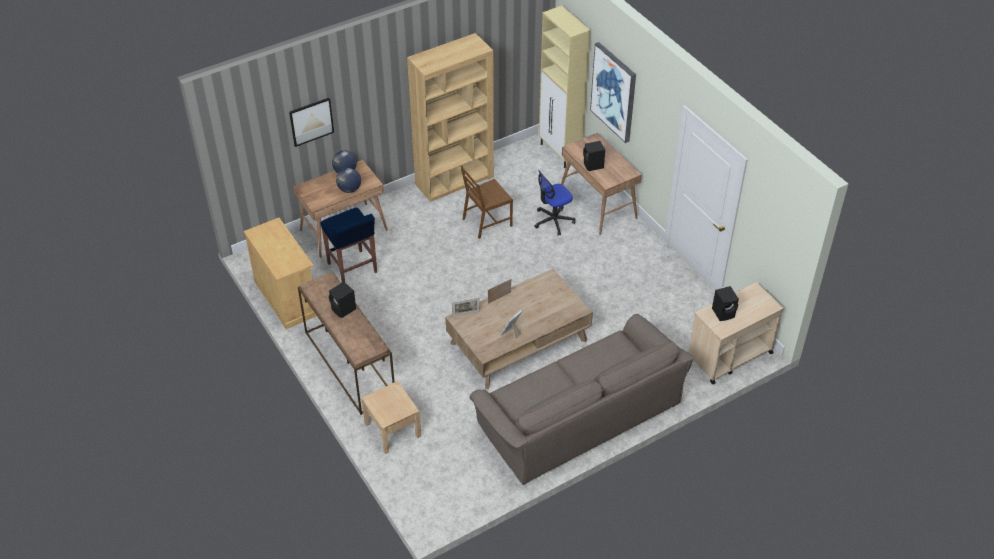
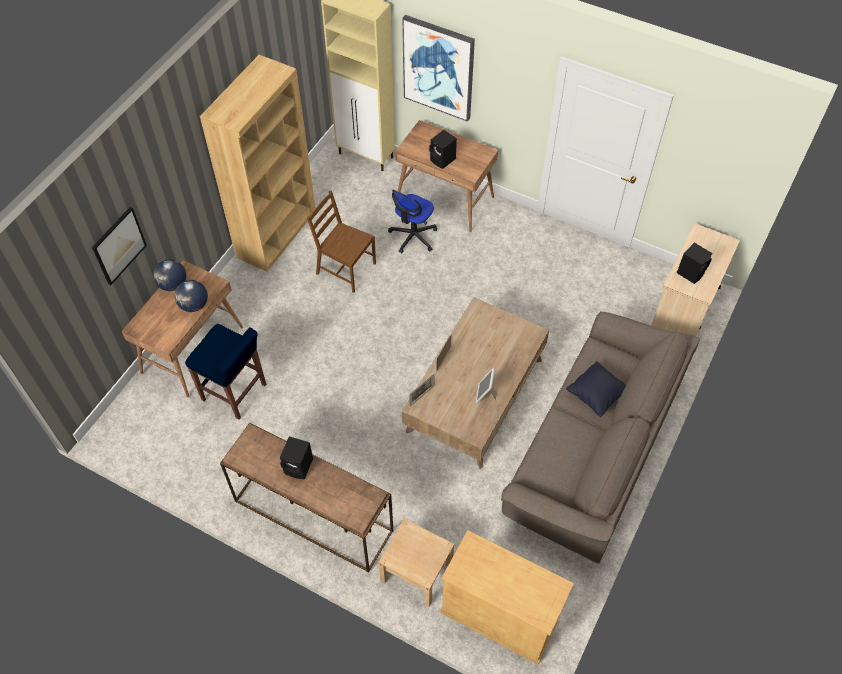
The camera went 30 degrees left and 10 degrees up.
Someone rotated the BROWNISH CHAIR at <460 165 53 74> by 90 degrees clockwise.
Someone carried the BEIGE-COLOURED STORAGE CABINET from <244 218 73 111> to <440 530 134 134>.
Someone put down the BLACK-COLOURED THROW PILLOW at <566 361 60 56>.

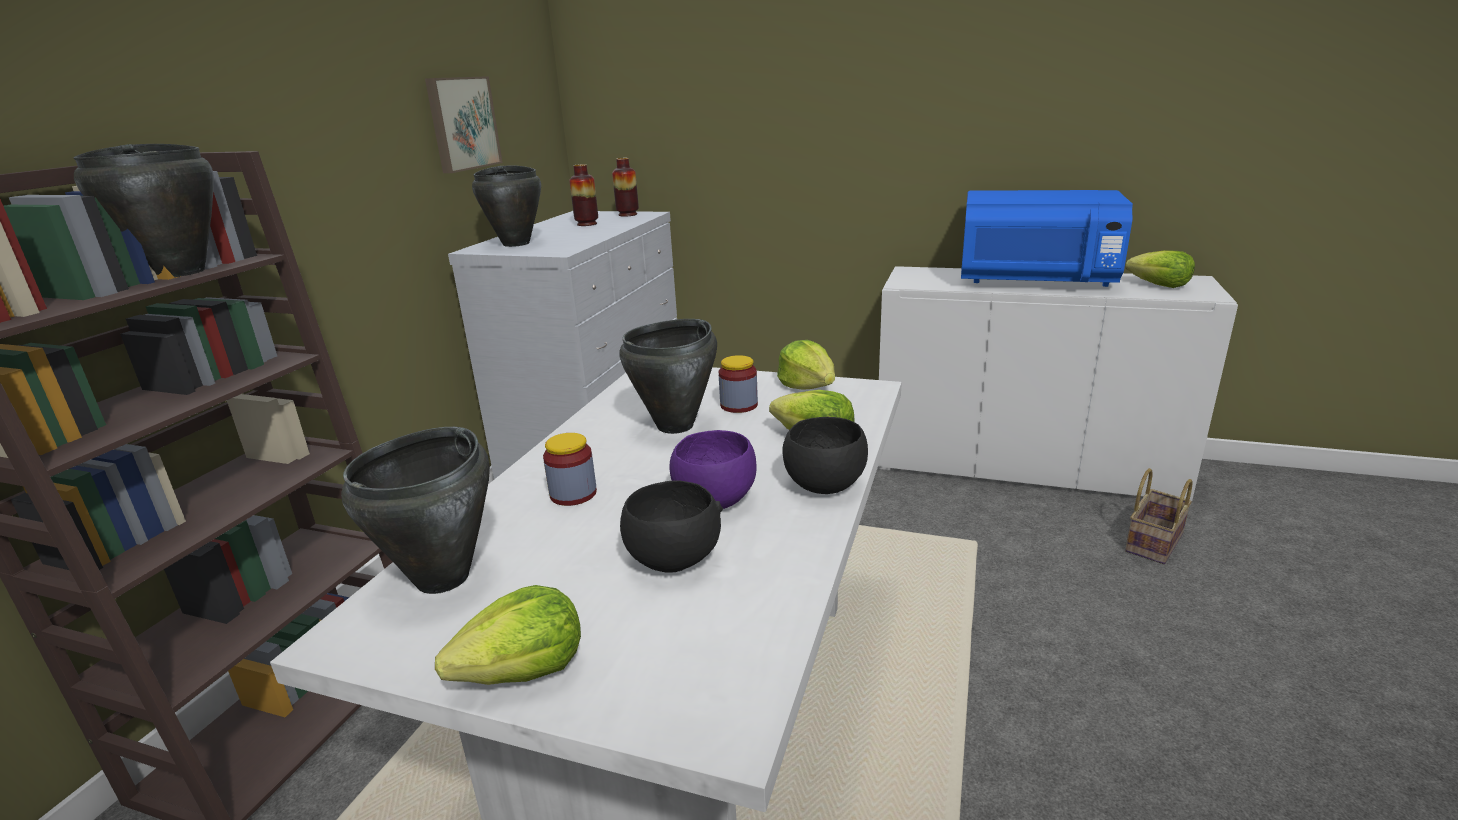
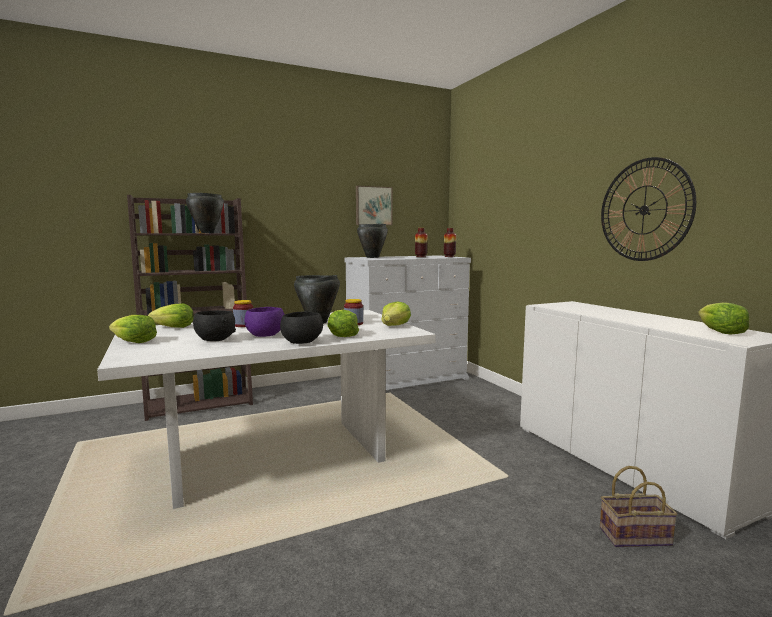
The camera went 45 degrees right and 15 degrees down.
Someone swapped the BLACK-COLOURED COOKING POT at <341 427 149 167> for the LETTUCE at <148 304 46 24>.
Someone put up the CLOCK ON THE WALL at <601 157 95 104>.
Someone took away the BLUE-COLOURED MICROWAVE at <961 190 172 97>.

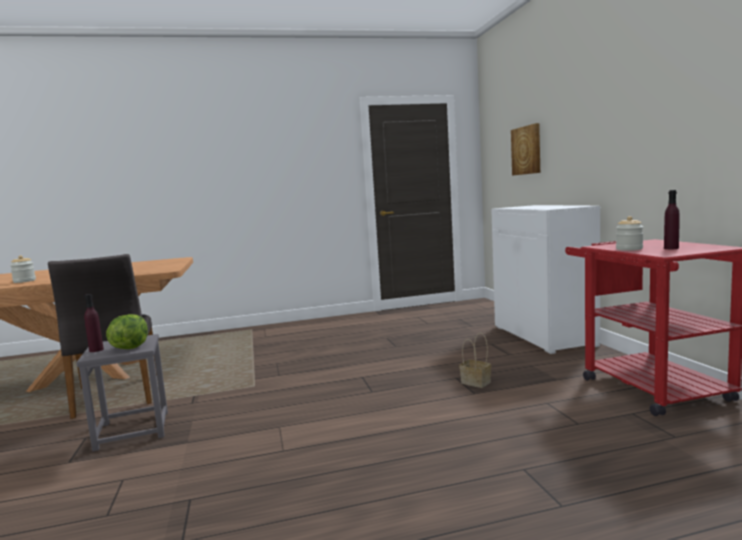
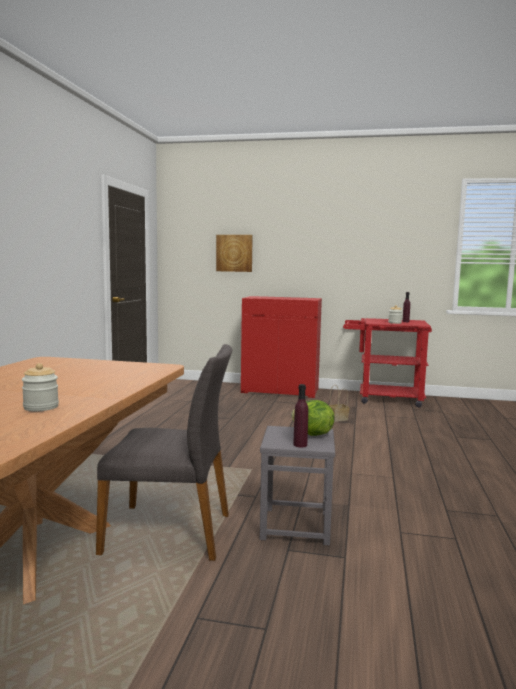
The camera went 65 degrees left and 0 degrees up.
Someone repainted the WHITE-COLOURED STORAGE CABINET at <491 205 109 149>, which became the RED-COLOURED STORAGE CABINET at <241 296 81 102>.

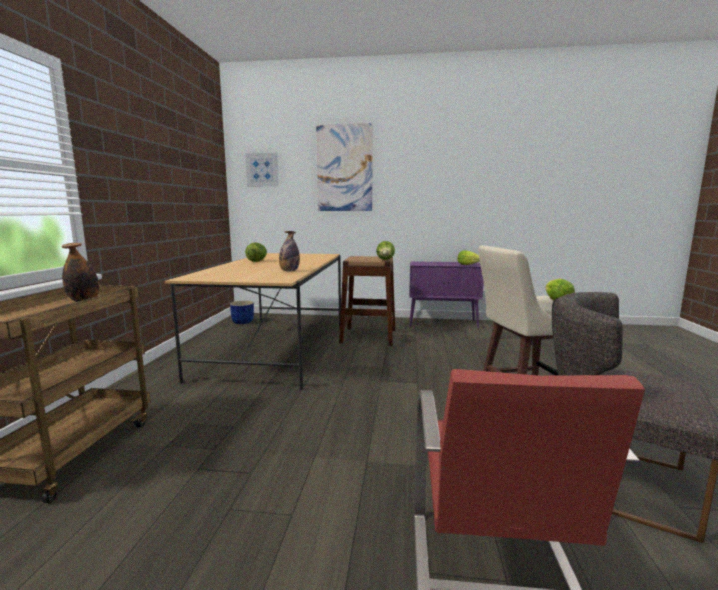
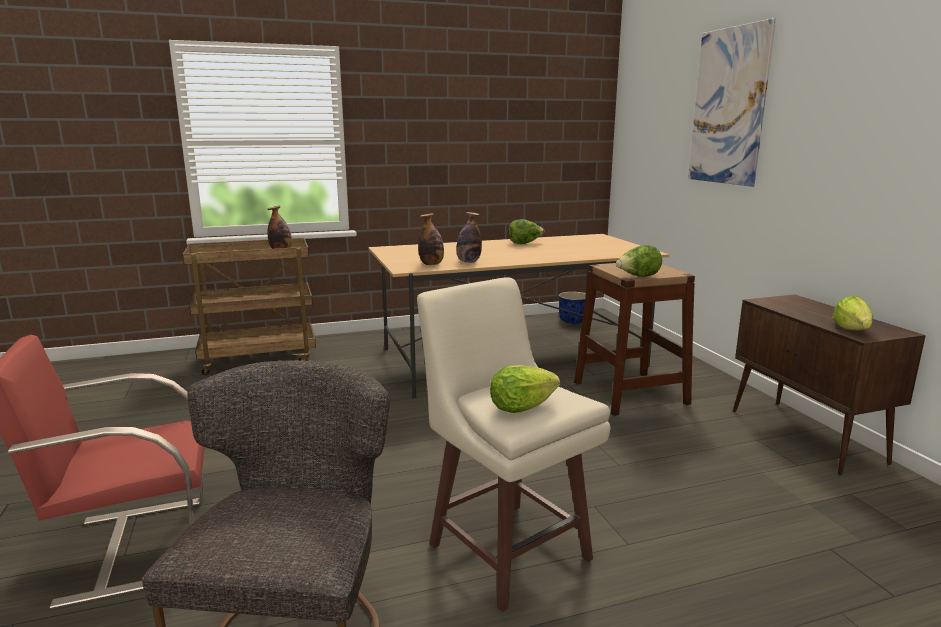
The camera went 65 degrees right and 5 degrees up.
Someone put down the BEVERAGE BOTTLE at <418 213 26 52>.
Someone repainted the PURPLISH STORAGE CABINET at <409 261 75 67>, which became the BROWNISH STORAGE CABINET at <733 295 193 180>.
Someone took away the WALL PICTURE at <245 153 33 33>.

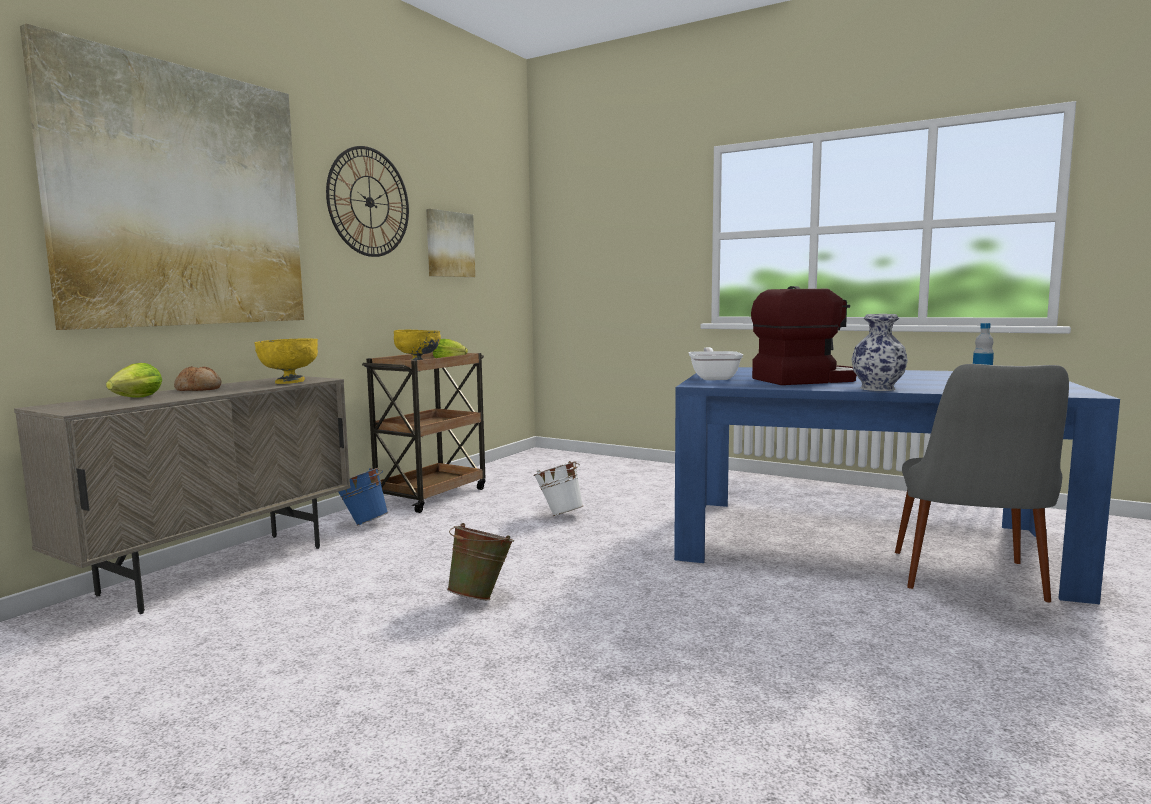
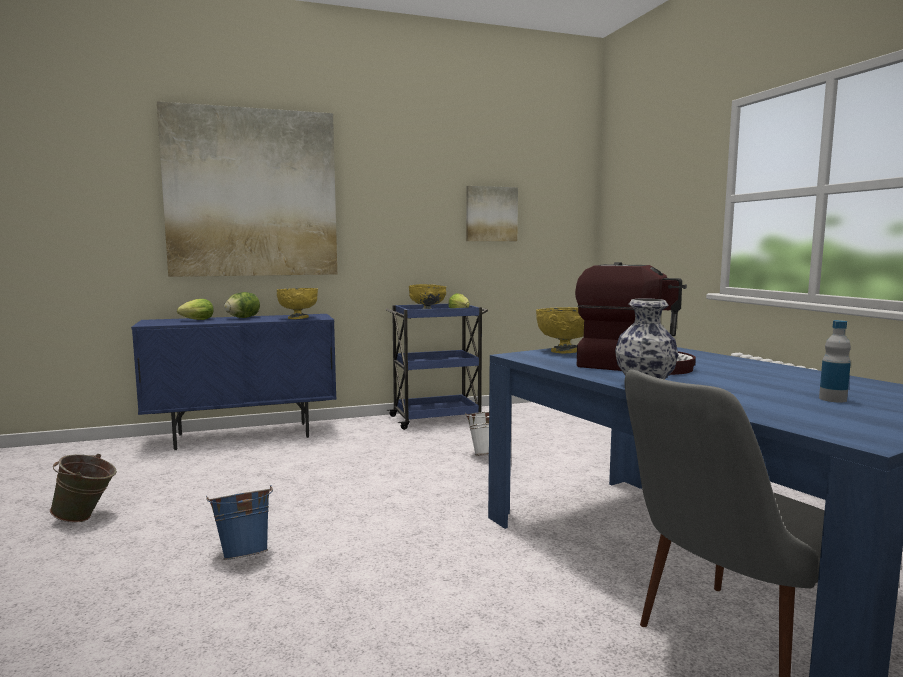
The camera went 40 degrees right and 0 degrees up.
Someone carried the GREEN BUCKET from <447 523 67 77> to <50 454 67 68>.
Someone repainted the BEIGE-COLOURED STORAGE CABINET at <14 376 336 238>, which became the BLUE-COLOURED STORAGE CABINET at <131 314 206 136>.
Someone carried the BLUE-COLOURED BUCKET from <338 468 51 58> to <206 485 67 75>.
Someone swapped the BAKED BREAD at <174 366 47 25> for the LETTUCE at <224 292 36 26>.
Someone repainted the BROWNISH TROLLEY at <362 352 123 161>, which became the BLUE-COLOURED TROLLEY at <386 304 102 126>.
Someone swapped the FRYING PAN at <689 347 54 33> for the YELLOWISH BOWL at <536 307 48 46>.
Someone took away the CLOCK ON THE WALL at <326 146 83 111>.

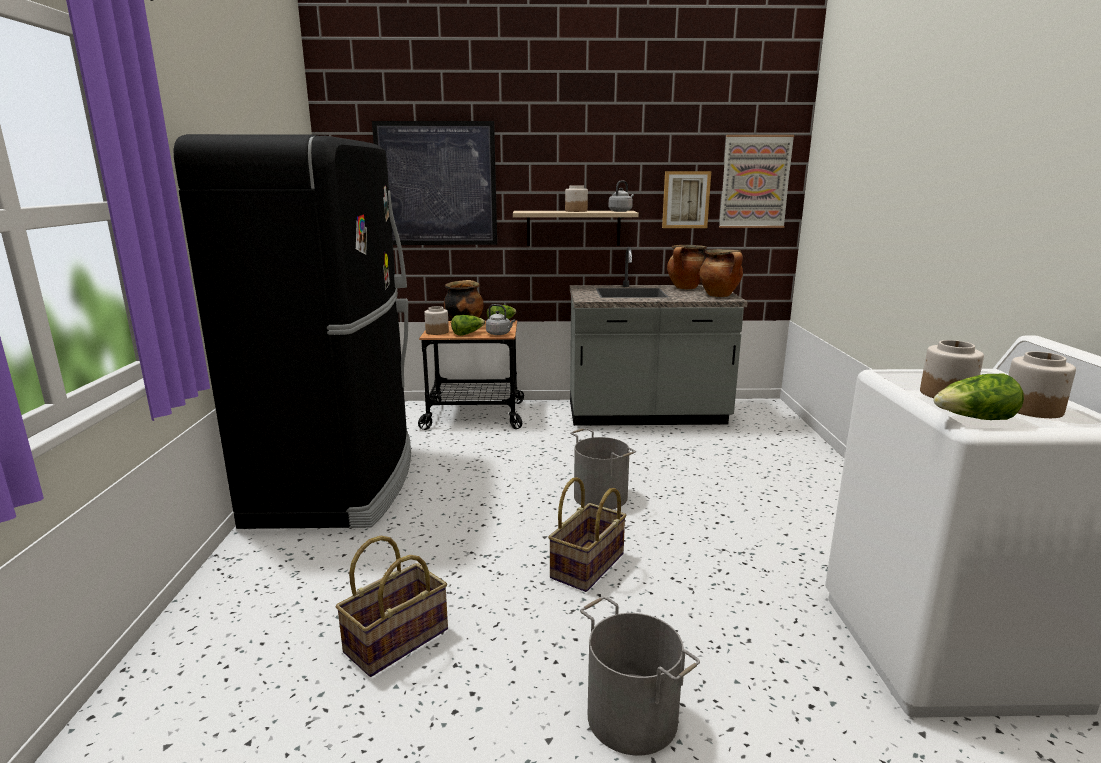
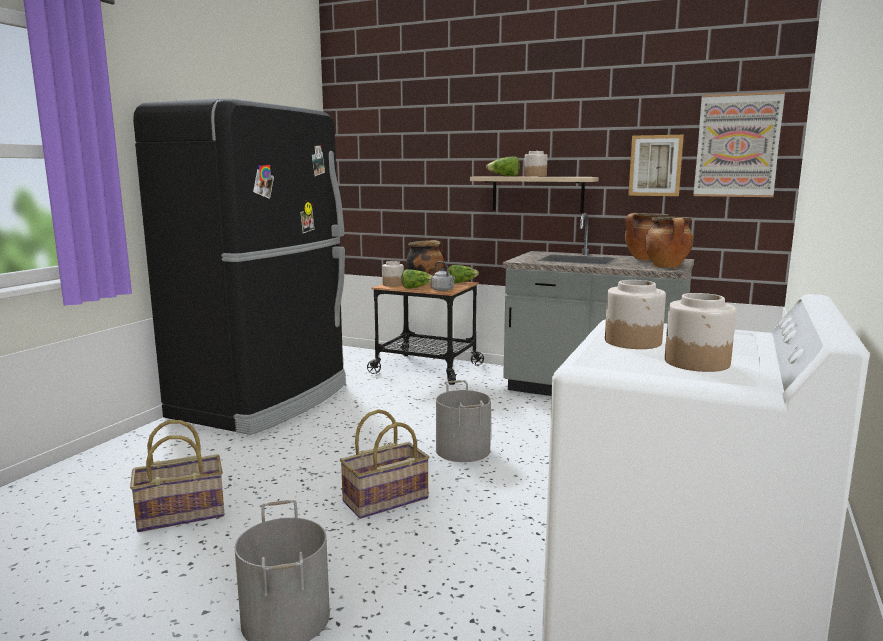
The camera went 25 degrees right and 5 degrees down.
Someone carried the LETTUCE from <934 374 90 46> to <486 157 34 19>.
Someone took away the WALL PICTURE at <372 121 125 124>.
Someone took away the GRAY KETTLE at <609 181 25 31>.

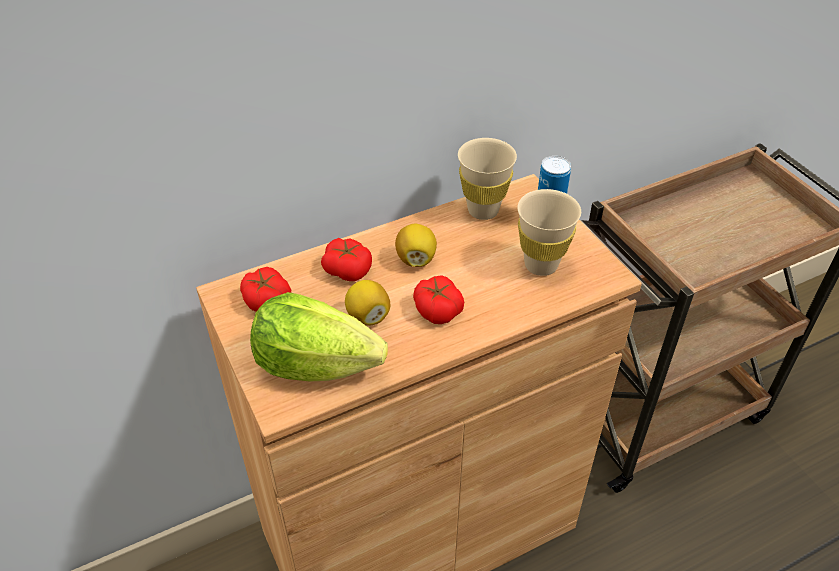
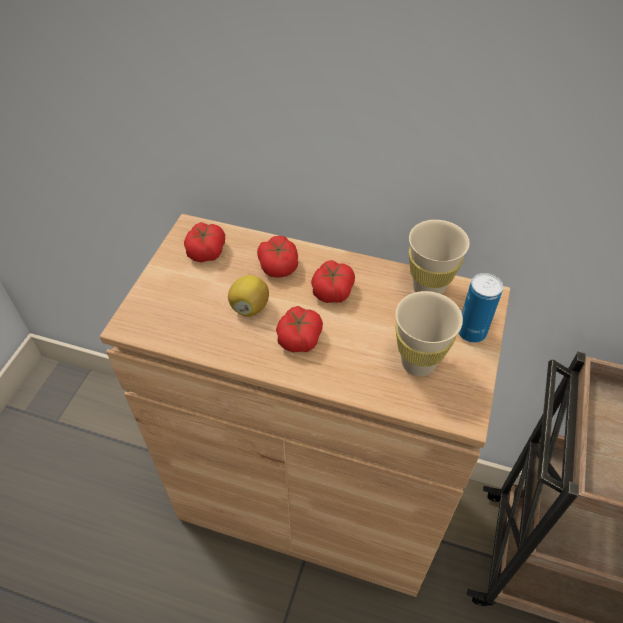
The camera went 45 degrees right and 5 degrees up.
Someone swapped the CITRUS FRUIT at <395 224 42 43> for the FRESH TOMATO at <311 260 44 43>.
Someone took away the LETTUCE at <250 292 138 90>.

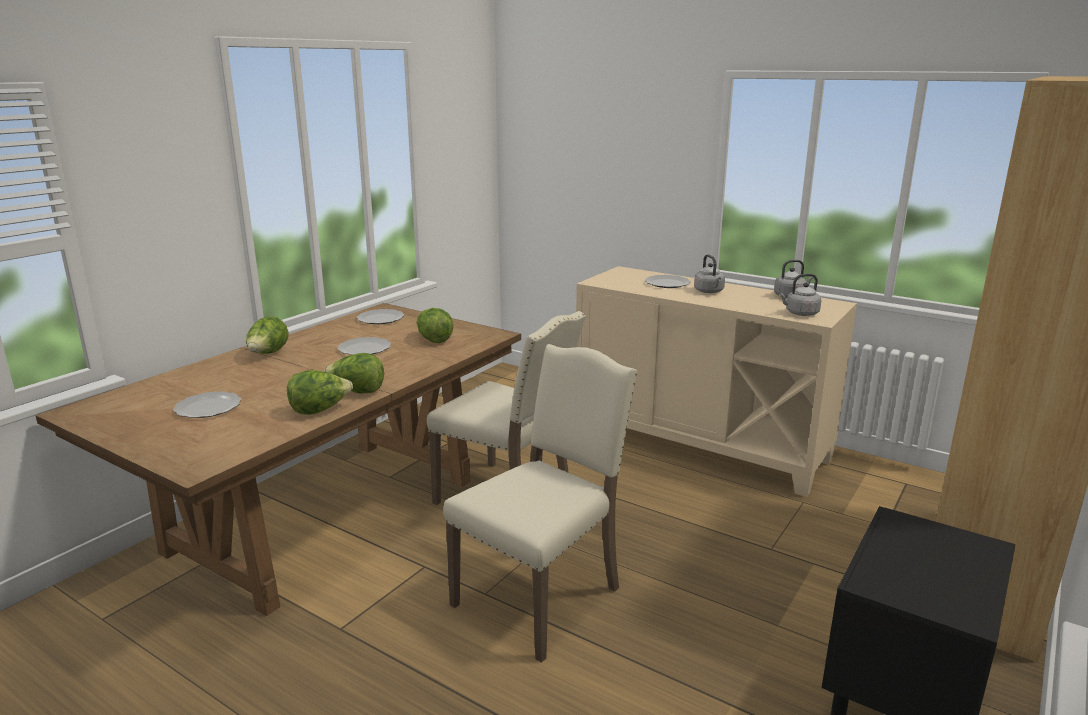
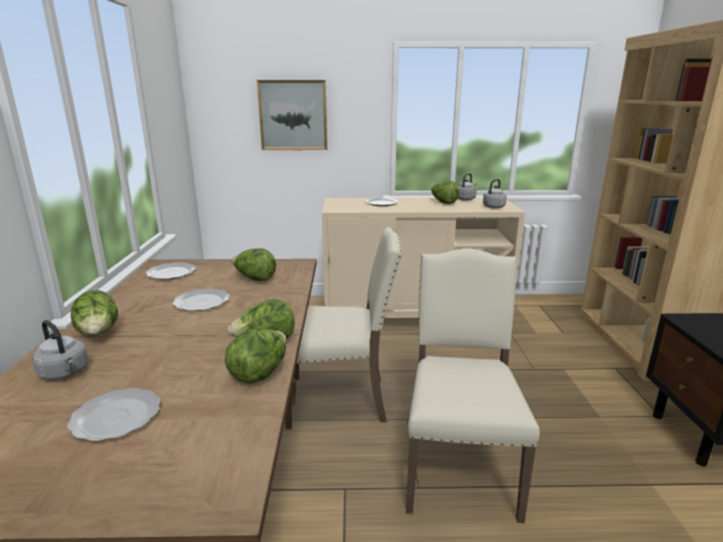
The camera went 35 degrees left and 0 degrees up.
Someone carried the GRAY KETTLE from <694 254 31 39> to <32 320 56 60>.
Someone put up the WALL PICTURE at <257 80 70 70>.
Someone put down the LETTUCE at <431 180 29 24>.

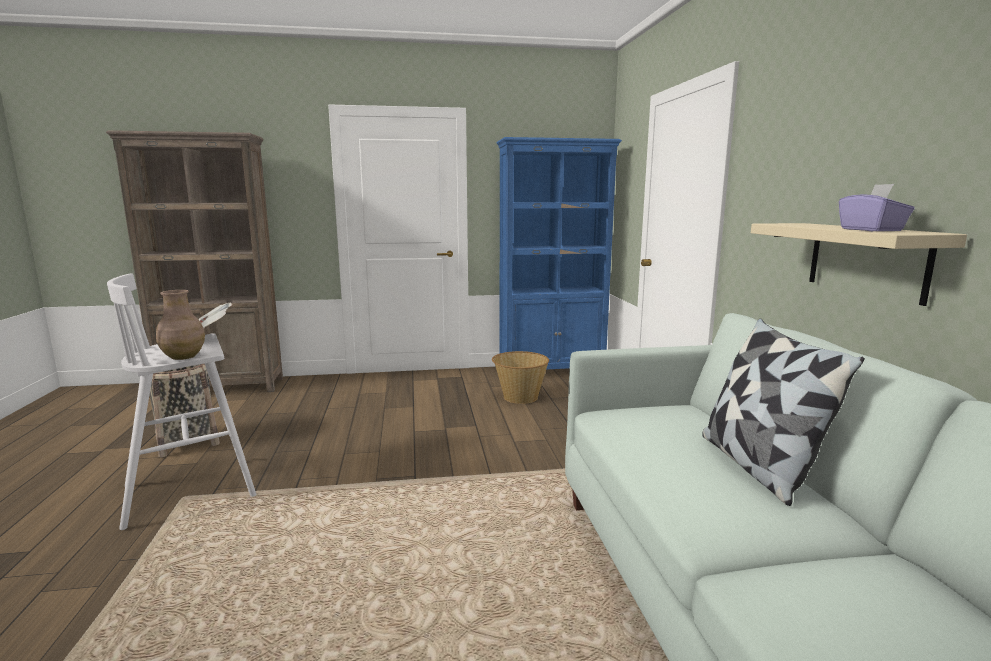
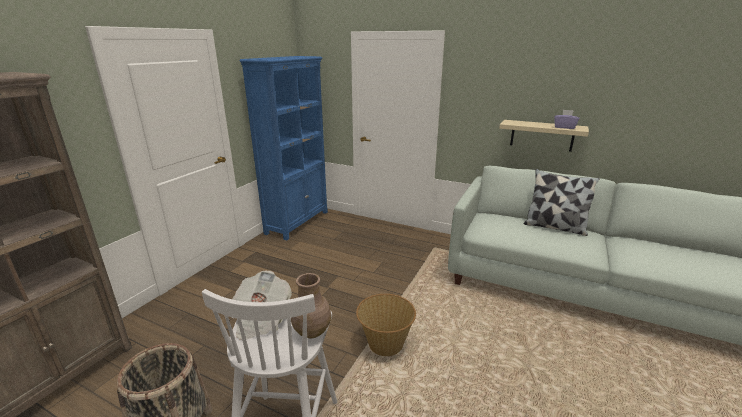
The camera went 55 degrees left and 10 degrees up.
Someone carried the BASKET from <492 351 57 53> to <356 294 60 62>.

